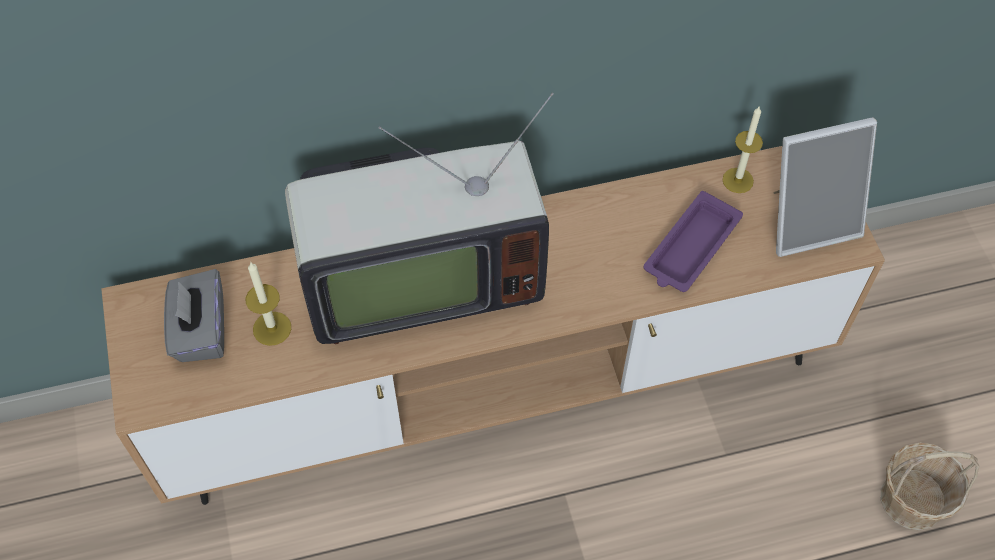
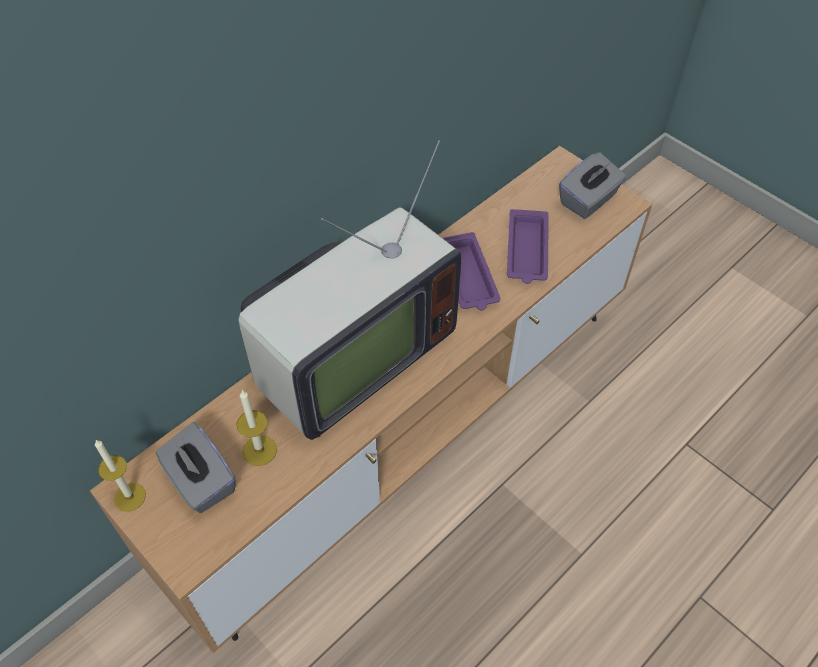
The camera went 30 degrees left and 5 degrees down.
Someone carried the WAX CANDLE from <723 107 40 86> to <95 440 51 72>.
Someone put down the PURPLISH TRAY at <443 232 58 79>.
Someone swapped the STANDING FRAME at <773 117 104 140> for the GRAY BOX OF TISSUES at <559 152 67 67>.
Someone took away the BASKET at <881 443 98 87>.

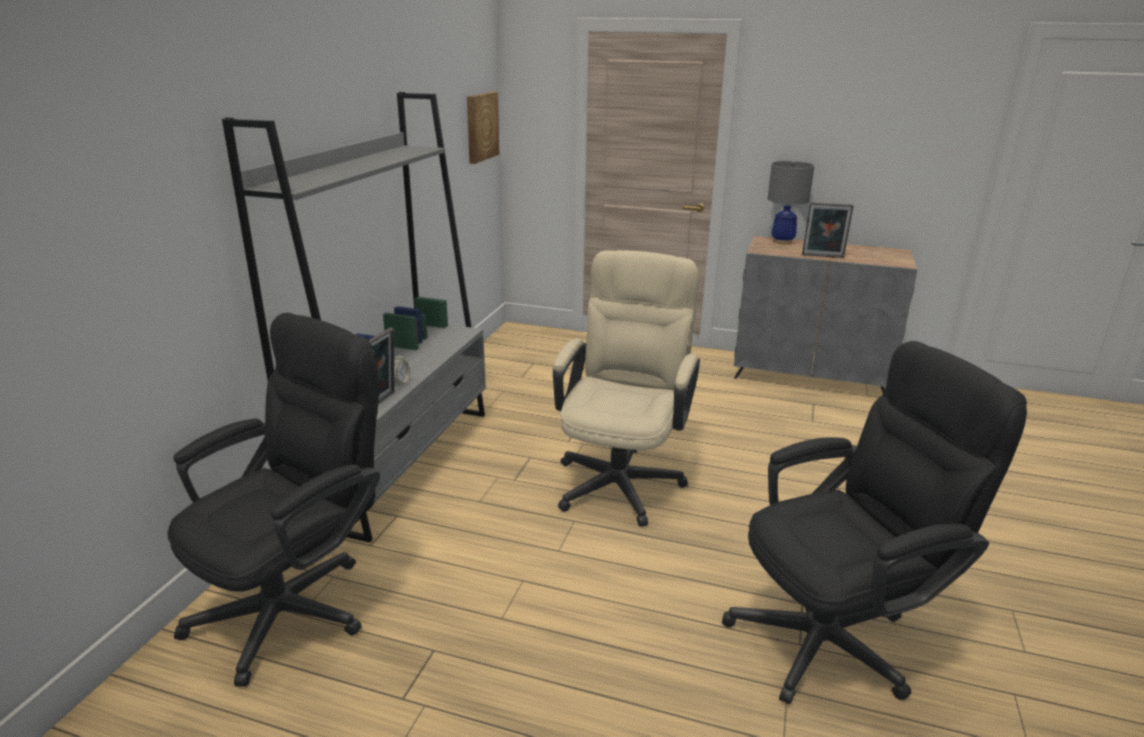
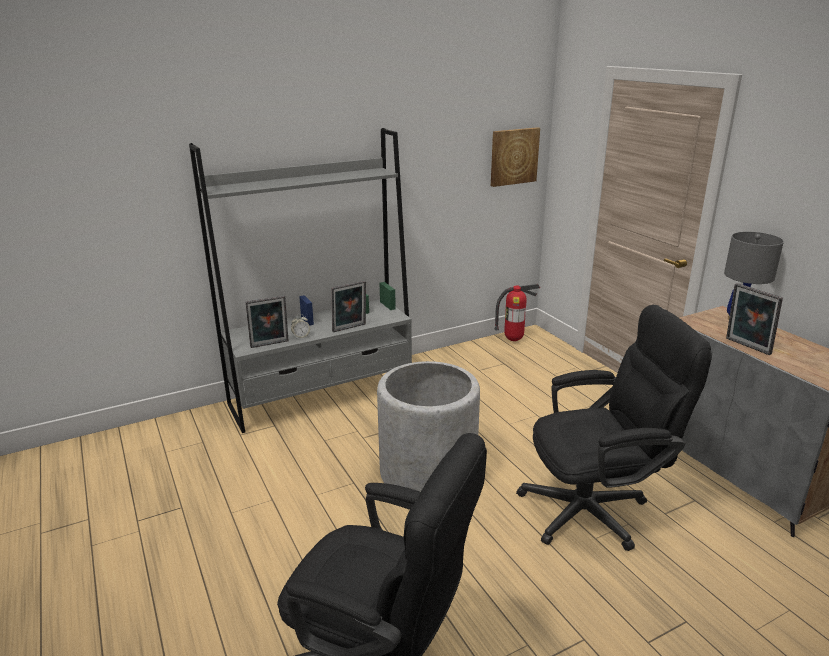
The camera went 45 degrees right and 0 degrees up.
Someone put down the STANDING FRAME at <331 280 35 52>.
Someone swapped the BEIGE-COLOURED COMPUTER CHAIR at <553 250 147 277> for the GRAY PLANTER at <377 361 103 131>.
Someone put down the FIRE-FIGHTING CYLINDER at <495 284 45 57>.
Someone carried the BLACK-COLOURED COMPUTER CHAIR from <167 313 213 374> to <516 305 196 246>.

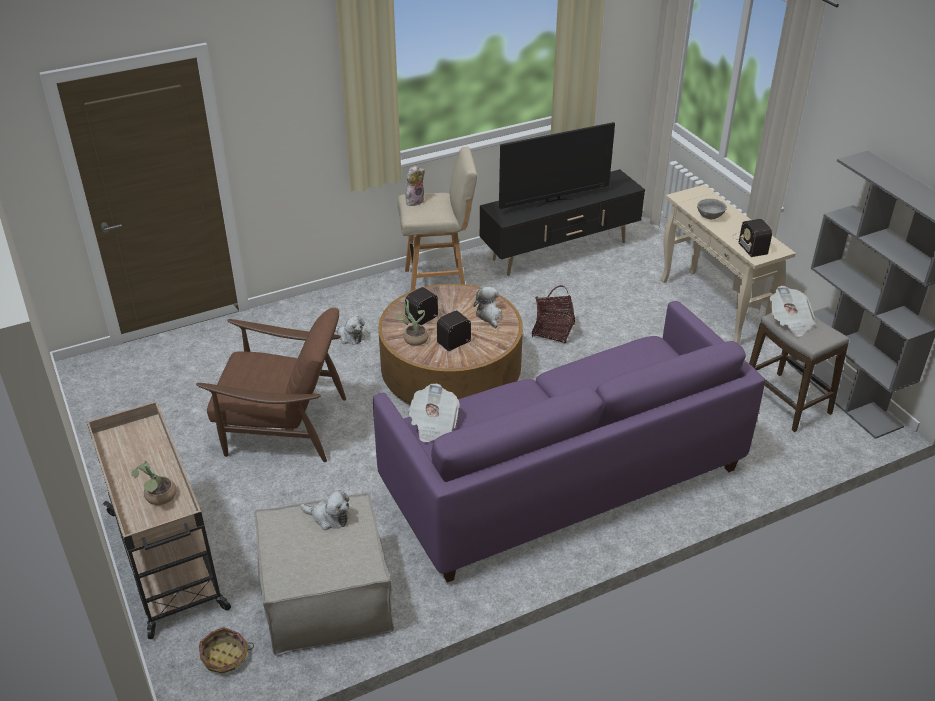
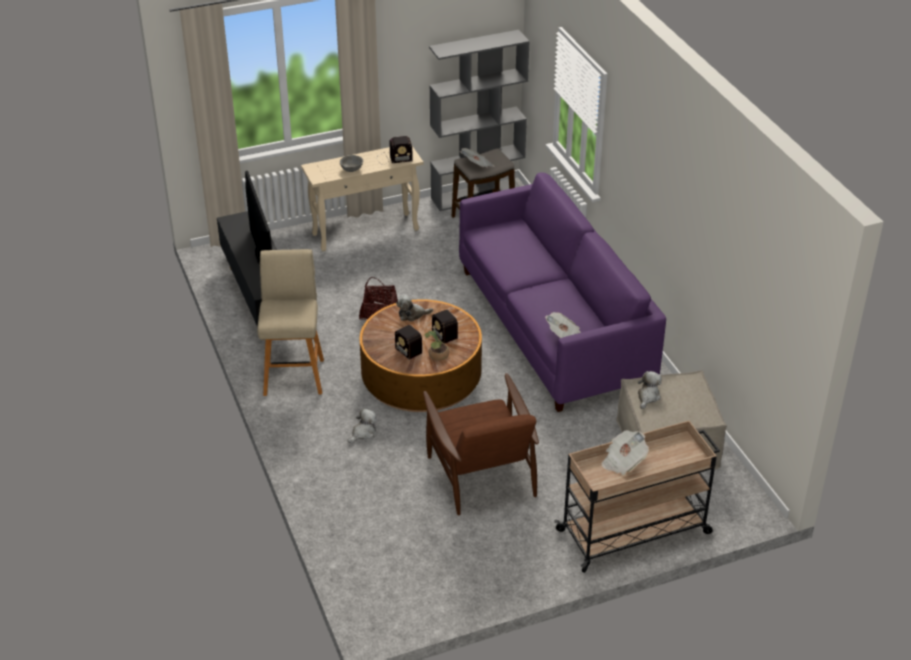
The camera went 85 degrees left and 0 degrees up.
Someone rotated the BROWNISH ARMCHAIR at <196 308 150 154> by 150 degrees clockwise.
Someone put down the NEWSPAPER at <601 430 48 45>.
Someone took away the HOUSEPLANT at <131 461 45 44>.
Someone took away the BASKET at <199 627 55 47>.
Someone took away the SOFT TOY at <406 166 19 40>.

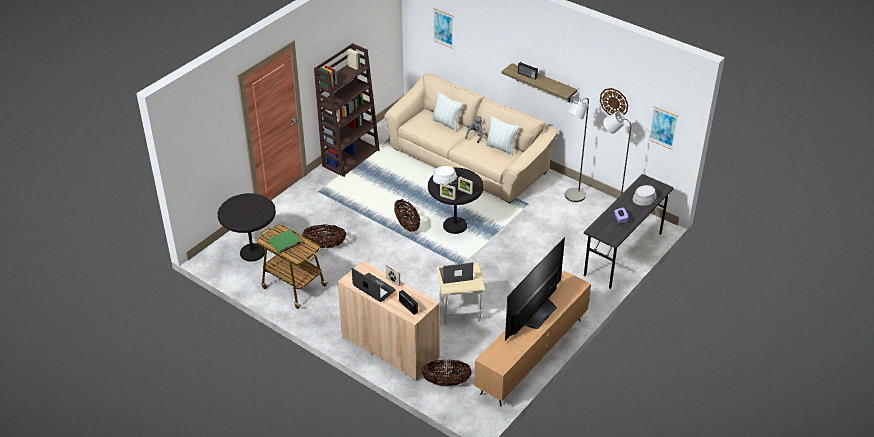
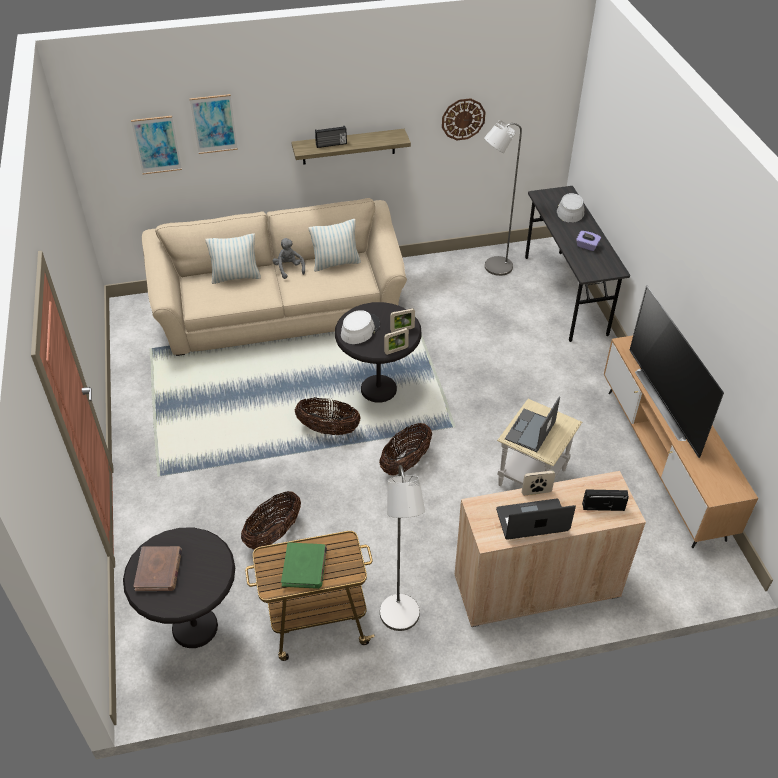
The camera went 50 degrees left and 5 degrees up.
Someone put down the BROWNISH VOLUME at <133 546 49 45>.
Someone carried the WALL PICTURE from <648 106 30 44> to <190 94 48 60>.
Someone carried the BASKET from <422 359 50 27> to <379 423 53 52>.
Someone carried the GRAY STANDING LAMP from <565 98 24 104> to <380 465 45 166>.
Someone took away the BROWNISH SHELVING UNIT at <314 43 66 134>.

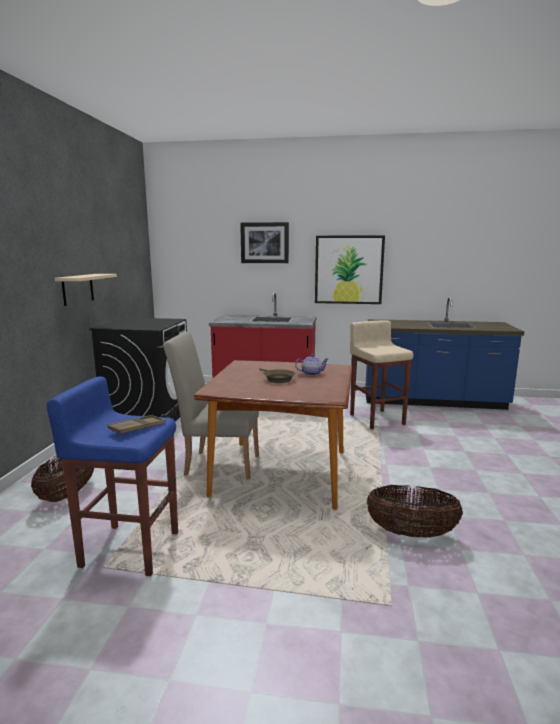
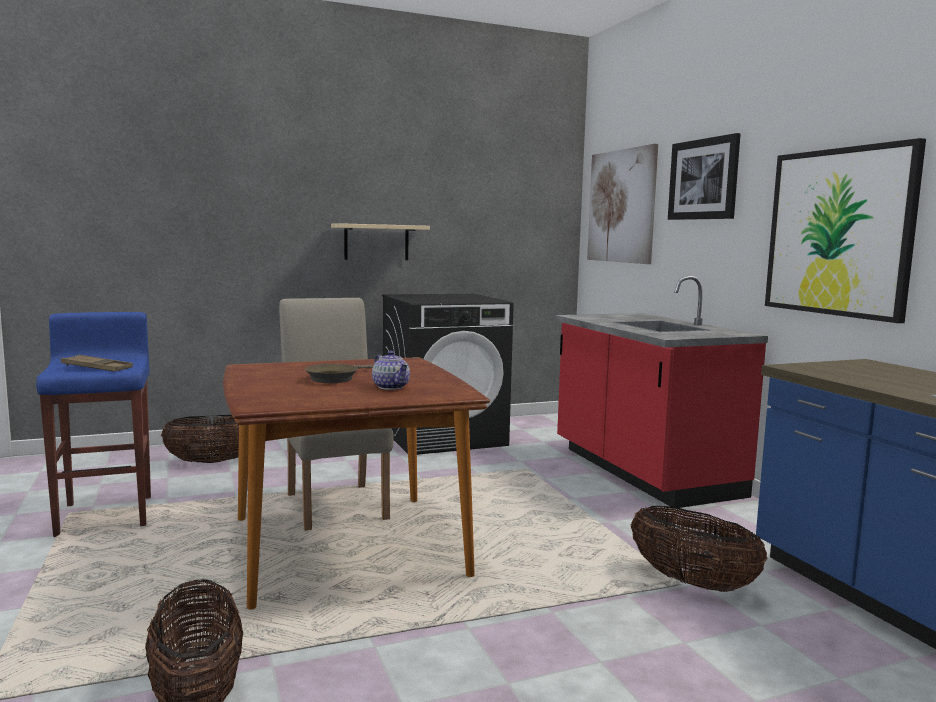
The camera went 60 degrees right and 5 degrees down.
Someone put up the WALL PICTURE at <587 144 71 120>.
Someone swapped the BEIGE-COLOURED STOOL at <350 320 63 109> for the BASKET at <631 506 137 86>.

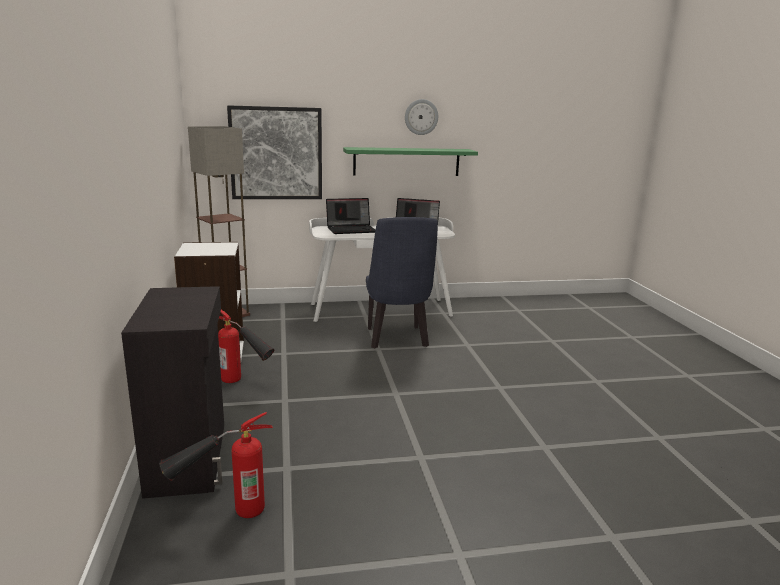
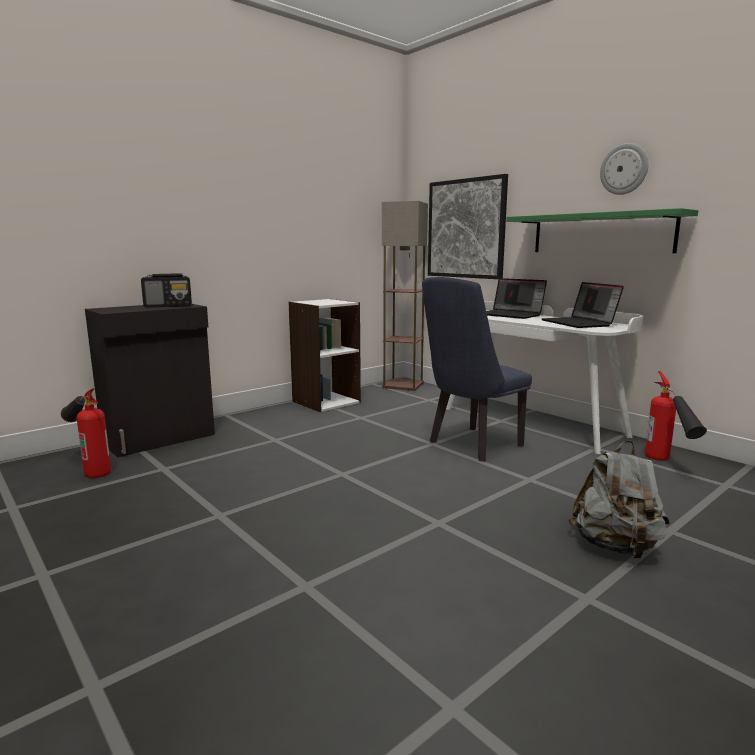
The camera went 60 degrees right and 5 degrees down.
Someone put down the RADIO at <141 273 51 35>.
Someone put down the GRAY RUCKSACK at <568 441 102 118>.
Someone carried the FIRE-FIGHTING CYLINDER from <218 310 56 73> to <645 371 62 89>.

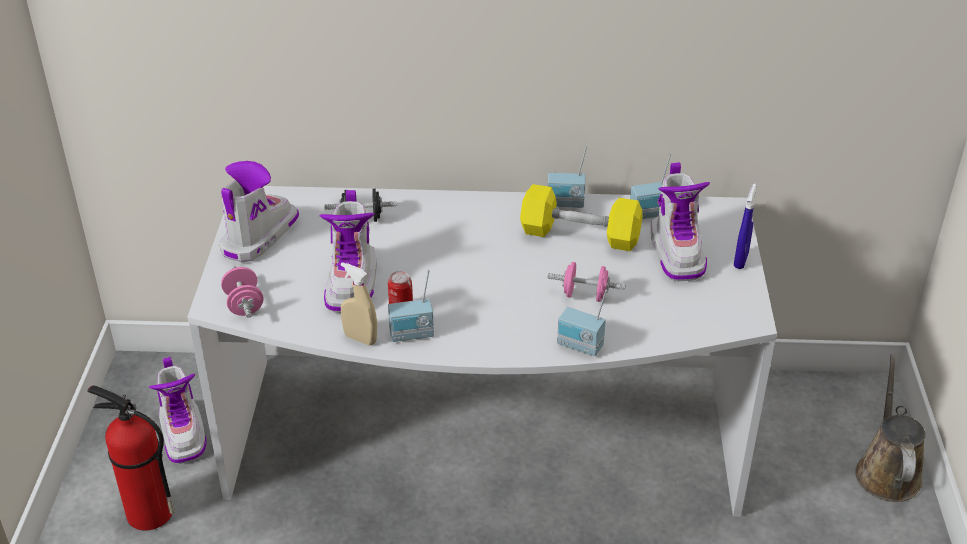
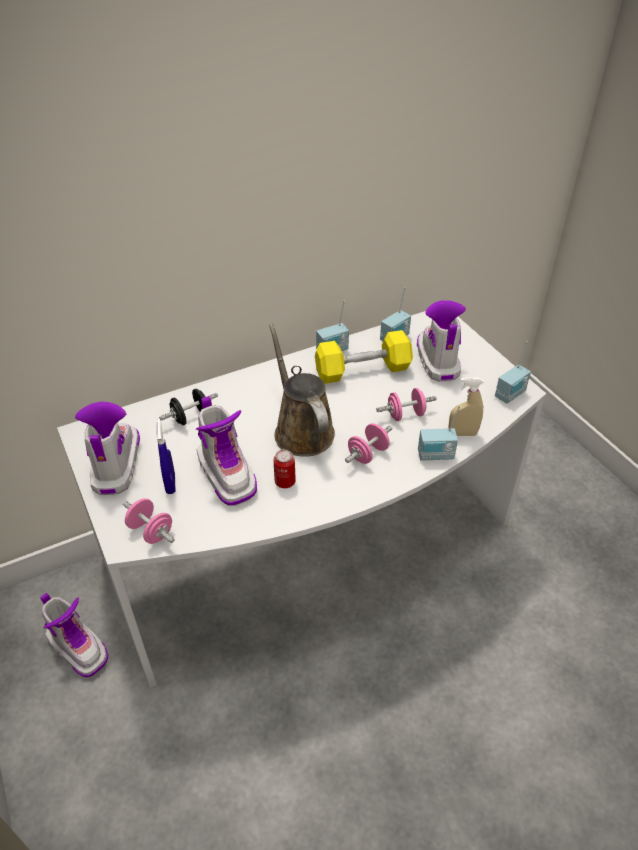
The camera went 30 degrees left and 5 degrees up.
Someone carried the BLUE-COLOURED HAND SPRAYER from <734 183 22 86> to <156 419 20 75>.
Someone carried the BROWNISH SPRINKLING CAN from <855 354 70 148> to <269 324 66 133>.
Someone put down the PINK HAND WEIGHT at <345 423 47 41>.
Someone rotated the BOOT at <651 162 59 119> by 150 degrees counterclockwise.
Someone carried the BEIGE-COLOURED HAND SPRAYER from <341 262 36 83> to <448 377 36 59>.
Someone carried the RADIO from <388 269 46 73> to <495 341 36 63>.
Someone took away the FIRE-FIGHTING CYLINDER at <87 385 88 146>.

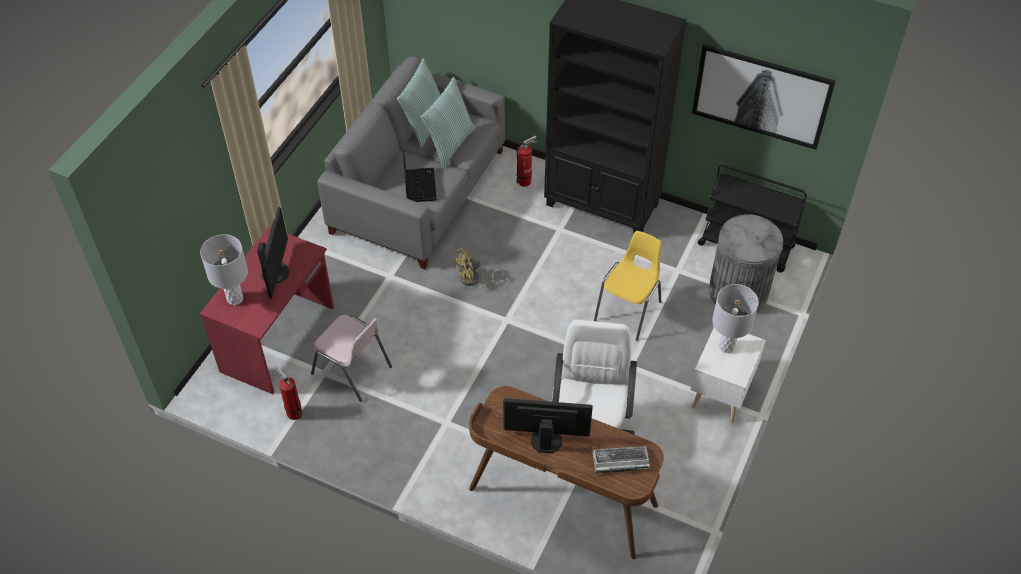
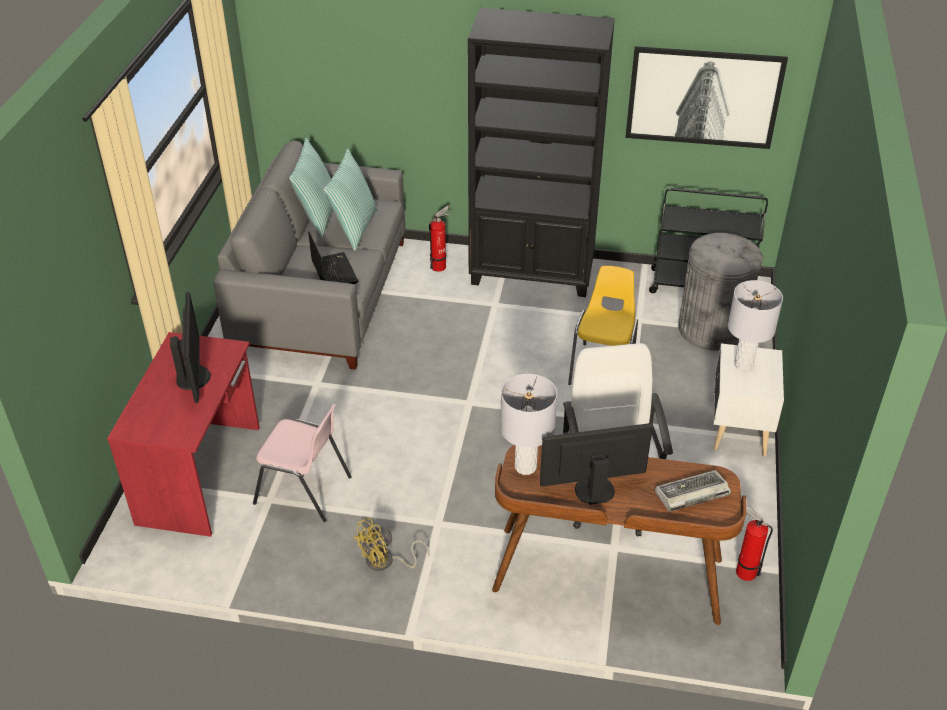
The camera went 15 degrees left and 10 degrees down.
Someone carried the YELLOWISH COOLING FAN from <454 247 51 41> to <353 518 76 53>.
Someone carried the GRAY TABLETOP LAMP from <200 234 48 71> to <500 374 57 101>.
Someone carried the FIRE-FIGHTING CYLINDER from <276 366 26 54> to <736 506 37 75>.

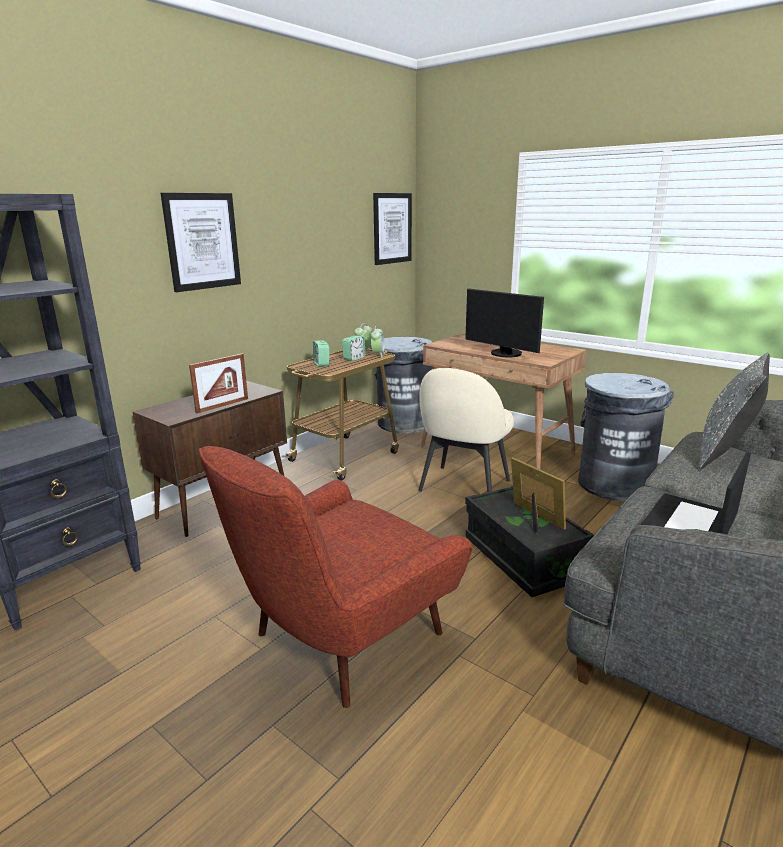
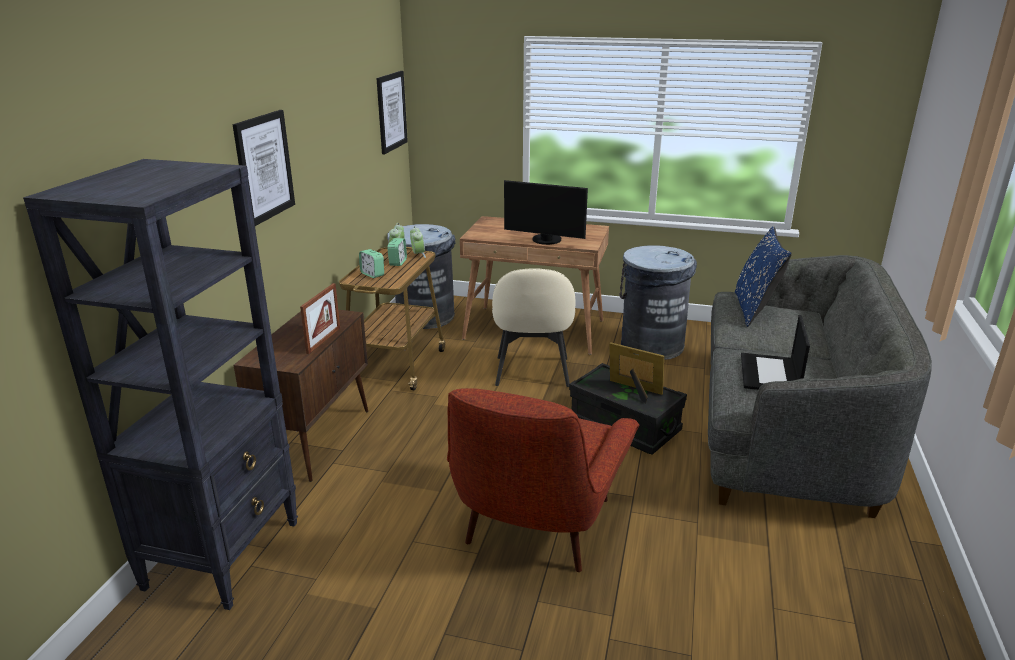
The camera went 25 degrees left and 5 degrees up.
Someone repainted the GRAY THROW PILLOW at <699 353 71 116>, which became the BLUE-COLOURED THROW PILLOW at <735 226 57 101>.

